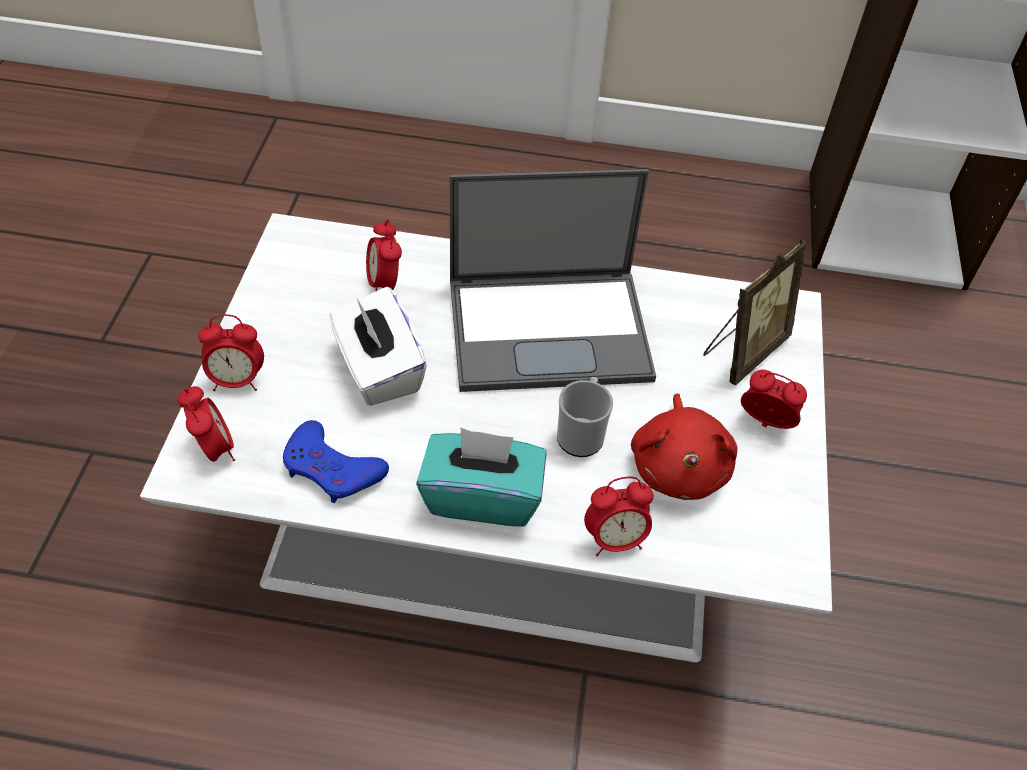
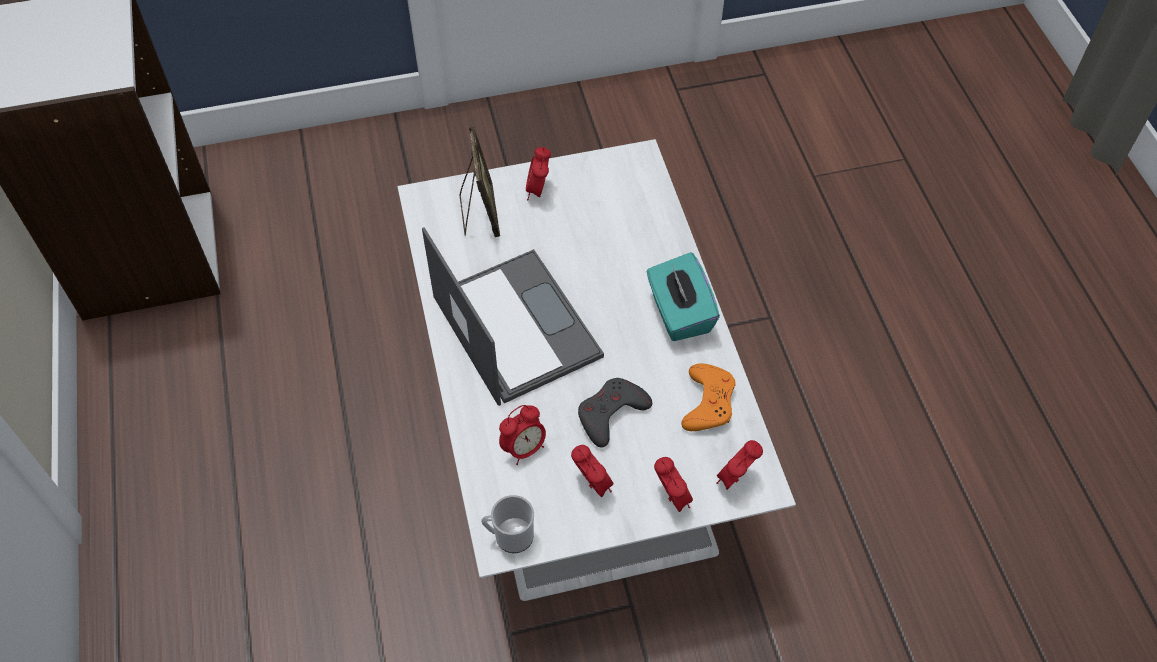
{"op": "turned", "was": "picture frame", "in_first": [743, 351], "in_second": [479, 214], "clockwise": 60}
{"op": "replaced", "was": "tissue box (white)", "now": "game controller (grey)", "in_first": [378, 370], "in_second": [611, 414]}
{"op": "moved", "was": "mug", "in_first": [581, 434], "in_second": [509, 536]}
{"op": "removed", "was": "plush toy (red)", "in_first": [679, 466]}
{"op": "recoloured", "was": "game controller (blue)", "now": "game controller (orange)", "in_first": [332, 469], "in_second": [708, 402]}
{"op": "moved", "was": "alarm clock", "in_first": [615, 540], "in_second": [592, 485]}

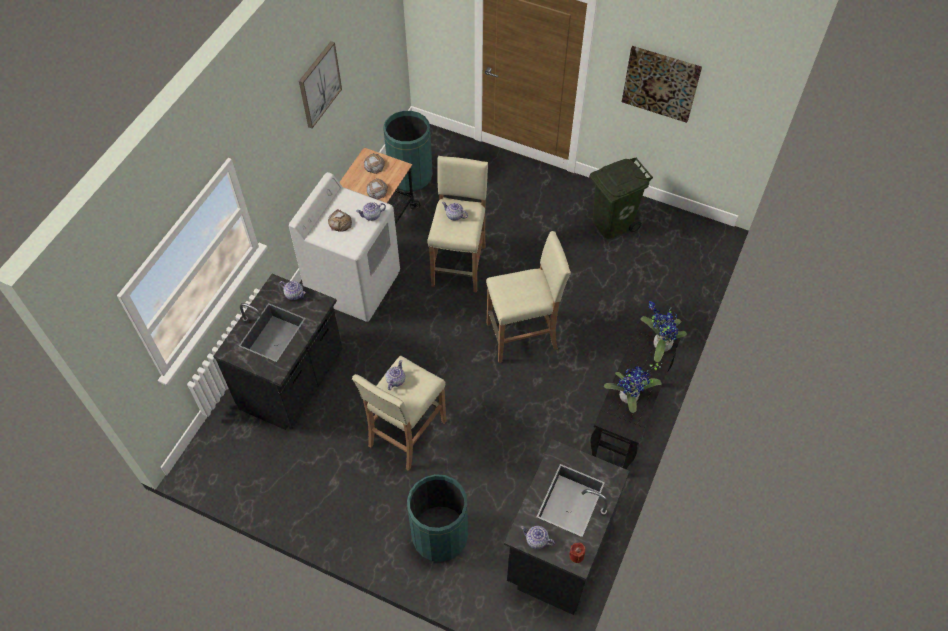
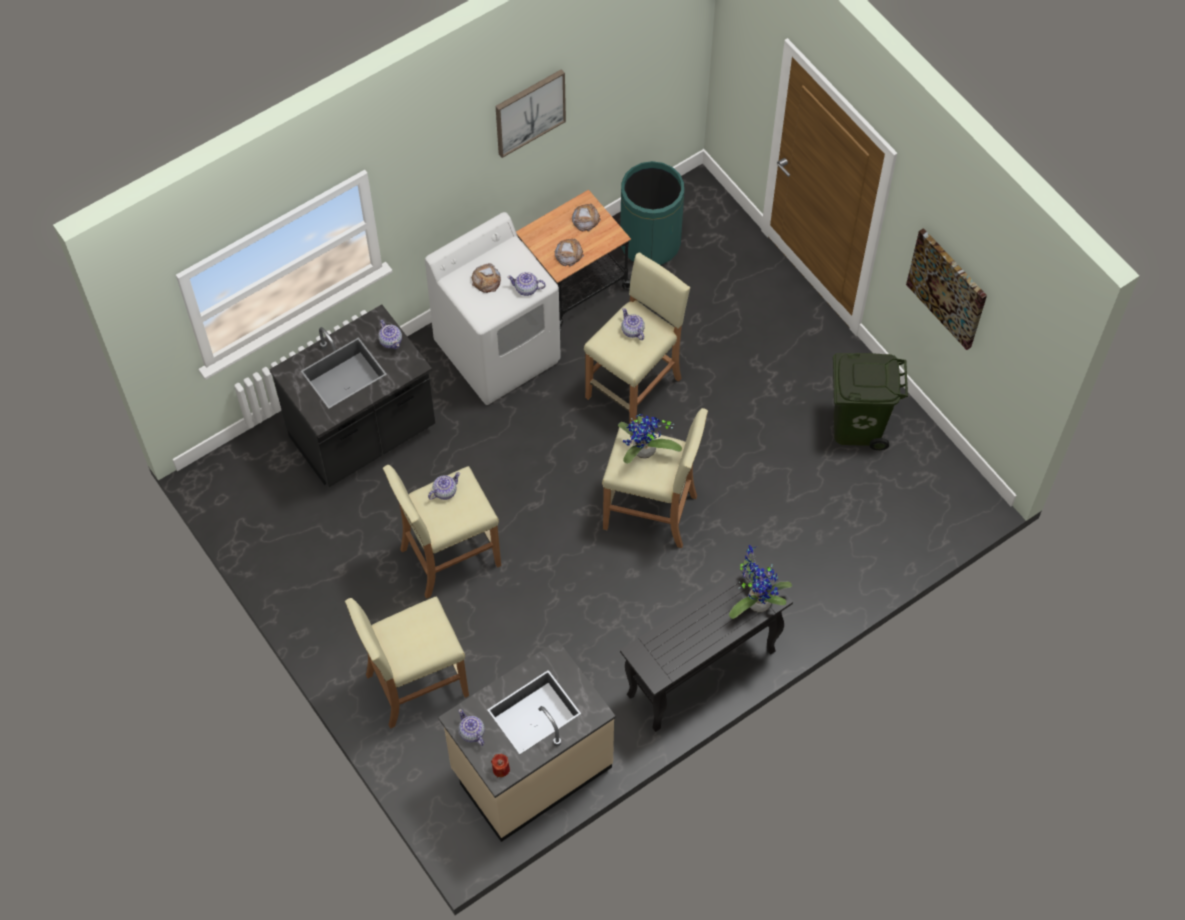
{"op": "moved", "was": "potted plant", "in_first": [629, 399], "in_second": [643, 452]}
{"op": "recoloured", "was": "counter (black)", "now": "counter (beige)", "in_first": [558, 549], "in_second": [530, 768]}
{"op": "replaced", "was": "trash can (green)", "now": "stool (beige)", "in_first": [439, 535], "in_second": [415, 685]}

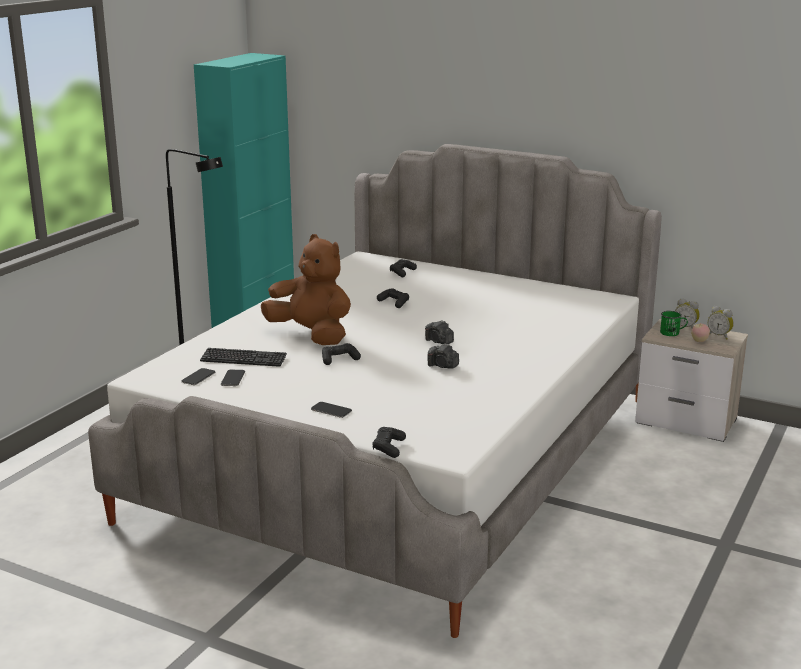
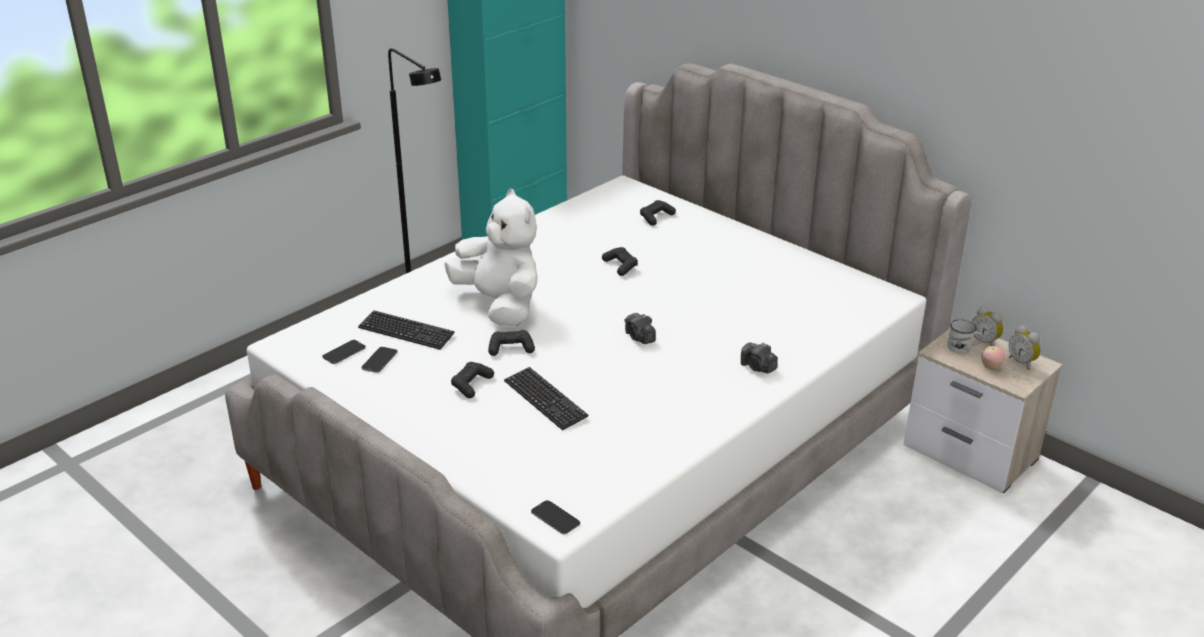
{"op": "recoloured", "was": "plush toy (brown)", "now": "plush toy (white)", "in_first": [311, 335], "in_second": [500, 305]}
{"op": "recoloured", "was": "mug (green)", "now": "mug (white)", "in_first": [672, 333], "in_second": [963, 348]}
{"op": "moved", "was": "photo camera", "in_first": [443, 366], "in_second": [758, 367]}
{"op": "moved", "was": "phone", "in_first": [331, 410], "in_second": [555, 518]}
{"op": "moved", "was": "game controller (black)", "in_first": [389, 448], "in_second": [471, 385]}
{"op": "added", "now": "keyboard", "in_second": [545, 400]}

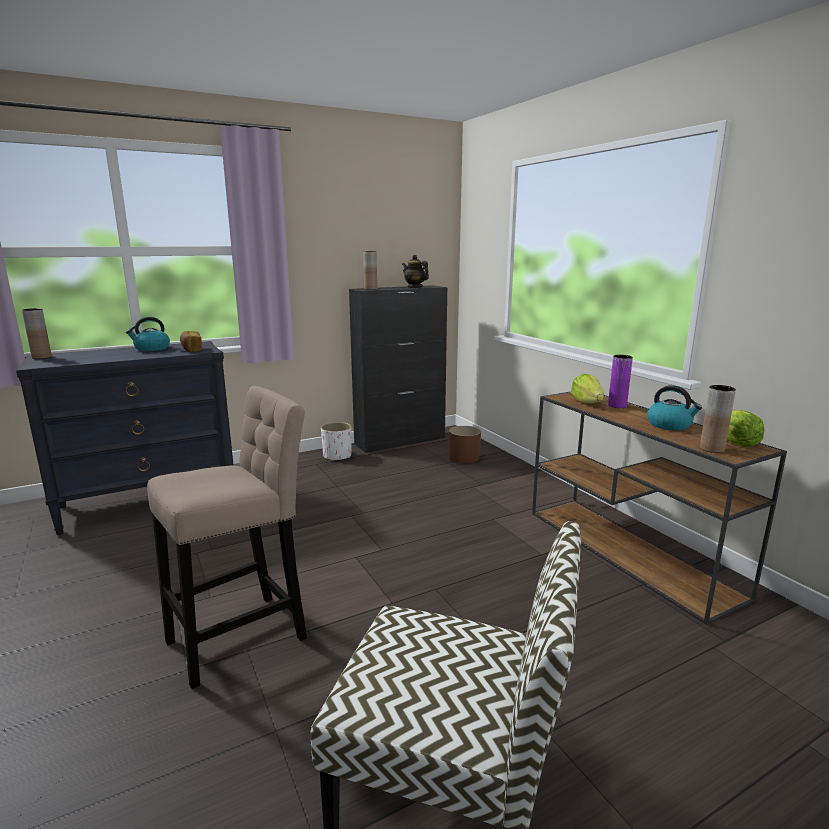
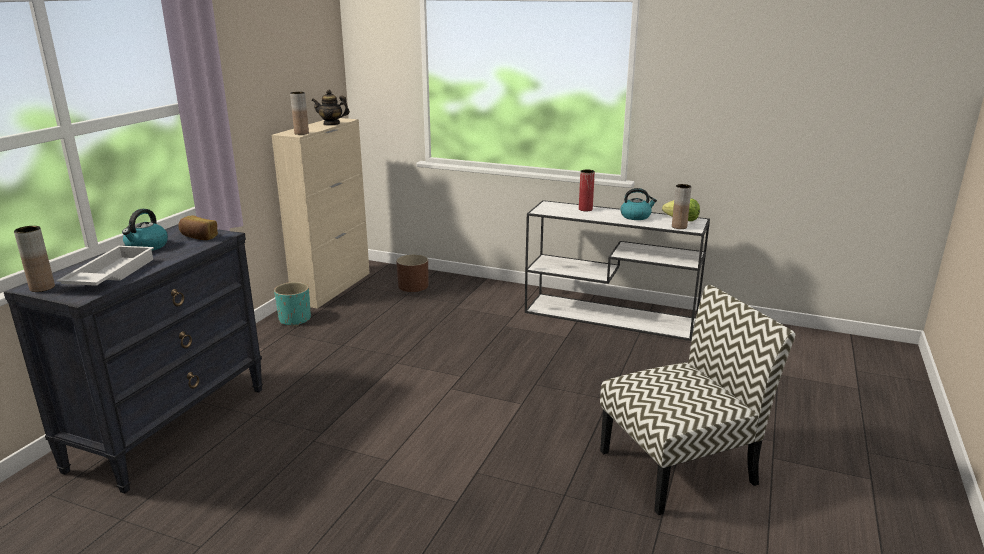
{"op": "recoloured", "was": "cabinet (black)", "now": "cabinet (beige)", "in_first": [400, 440], "in_second": [332, 287]}
{"op": "recoloured", "was": "vase (purple)", "now": "vase (red)", "in_first": [617, 406], "in_second": [585, 209]}
{"op": "removed", "was": "lettuce", "in_first": [587, 403]}
{"op": "removed", "was": "stool (beige)", "in_first": [244, 635]}
{"op": "recoloured", "was": "console table (brown)", "now": "console table (white)", "in_first": [630, 552], "in_second": [612, 316]}
{"op": "recoloured", "was": "planter (white)", "now": "planter (turquoise)", "in_first": [337, 456], "in_second": [295, 320]}
{"op": "added", "now": "tray (white)", "in_second": [110, 274]}

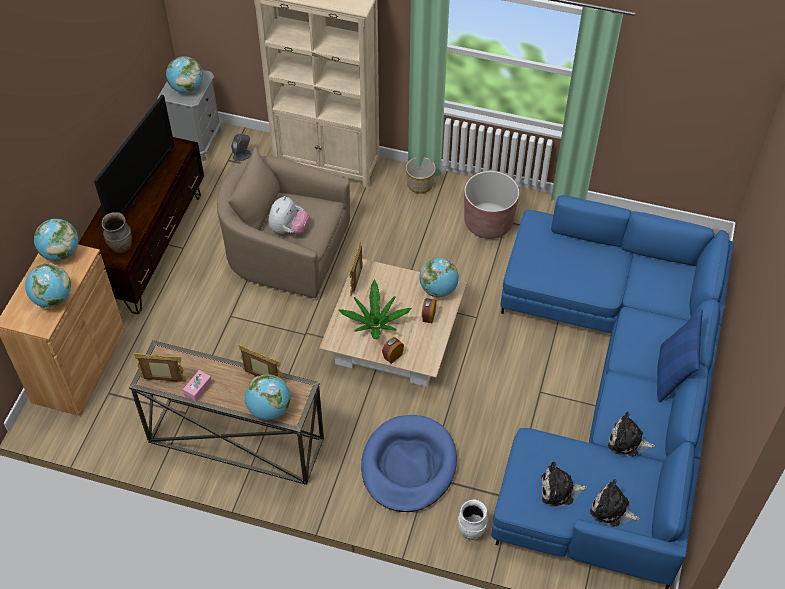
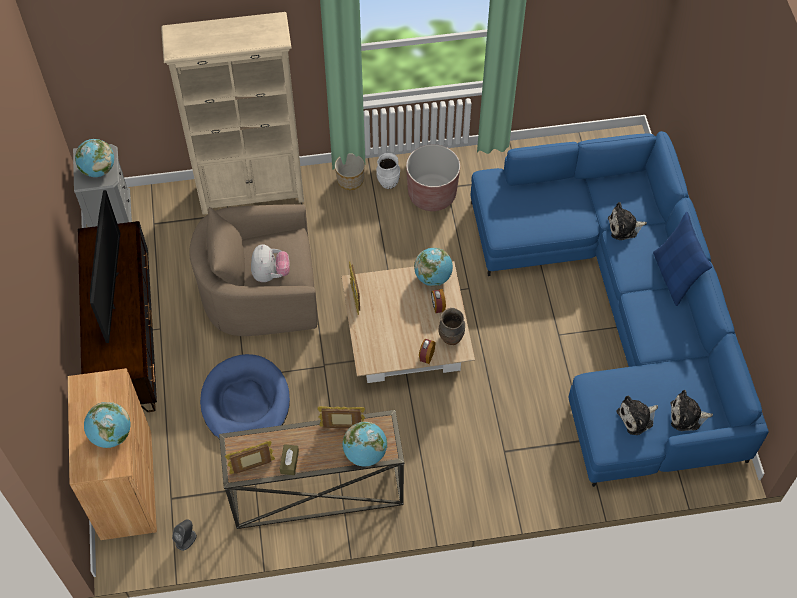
{"op": "moved", "was": "speaker (grey)", "in_first": [242, 155], "in_second": [186, 539]}
{"op": "moved", "was": "vase (brown)", "in_first": [121, 247], "in_second": [451, 338]}
{"op": "removed", "was": "globe", "in_first": [61, 253]}
{"op": "removed", "was": "potted plant", "in_first": [375, 323]}
{"op": "recoloured", "was": "tissue box (pink)", "now": "tissue box (brown)", "in_first": [198, 389], "in_second": [289, 462]}
{"op": "moved", "was": "plush toy", "in_first": [627, 441], "in_second": [624, 227]}
{"op": "moved", "was": "dog bed (blue)", "in_first": [408, 465], "in_second": [245, 403]}
{"op": "moved", "was": "vase (white)", "in_first": [471, 531], "in_second": [388, 183]}

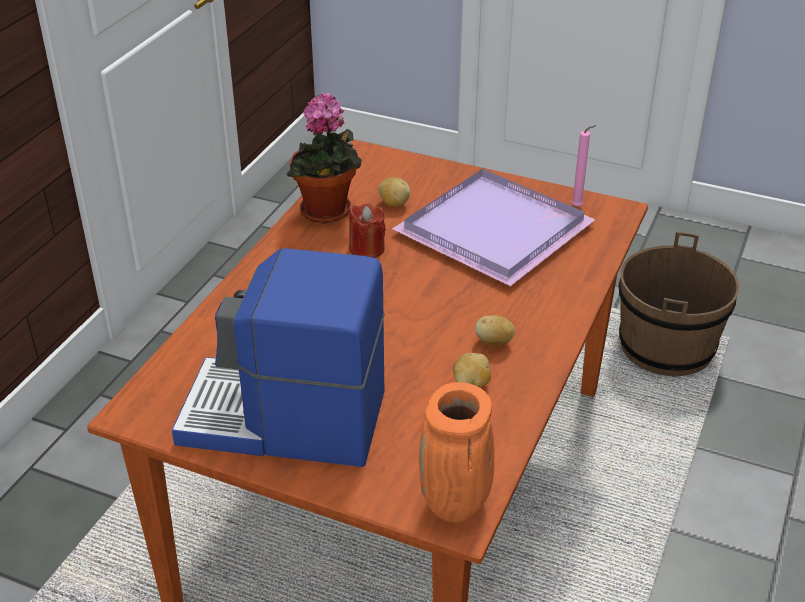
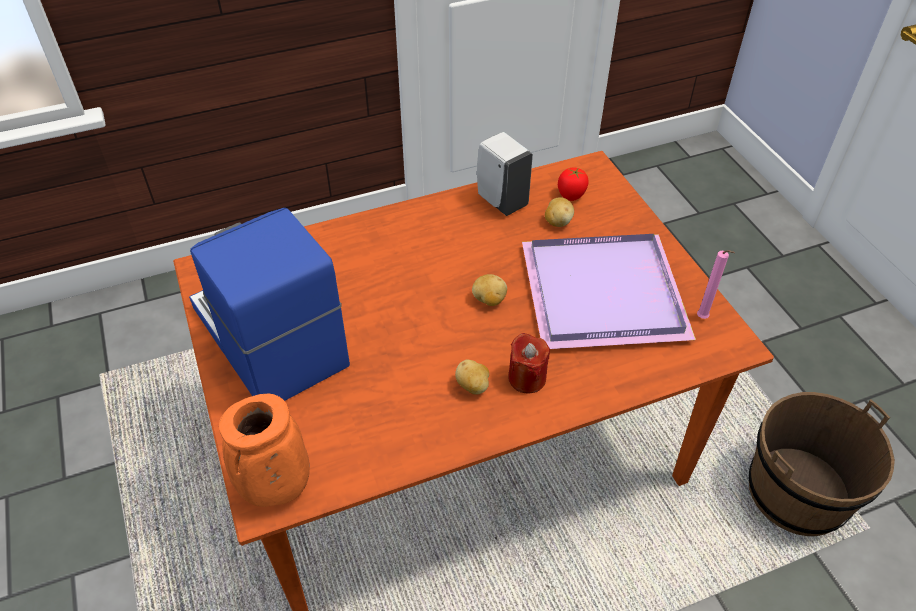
{"op": "replaced", "was": "potted plant", "now": "soap dispenser (white)", "in_first": [327, 213], "in_second": [501, 200]}
{"op": "moved", "was": "candle (red)", "in_first": [367, 249], "in_second": [527, 378]}
{"op": "moved", "was": "potato", "in_first": [471, 384], "in_second": [489, 300]}
{"op": "added", "now": "tomato", "in_second": [571, 195]}

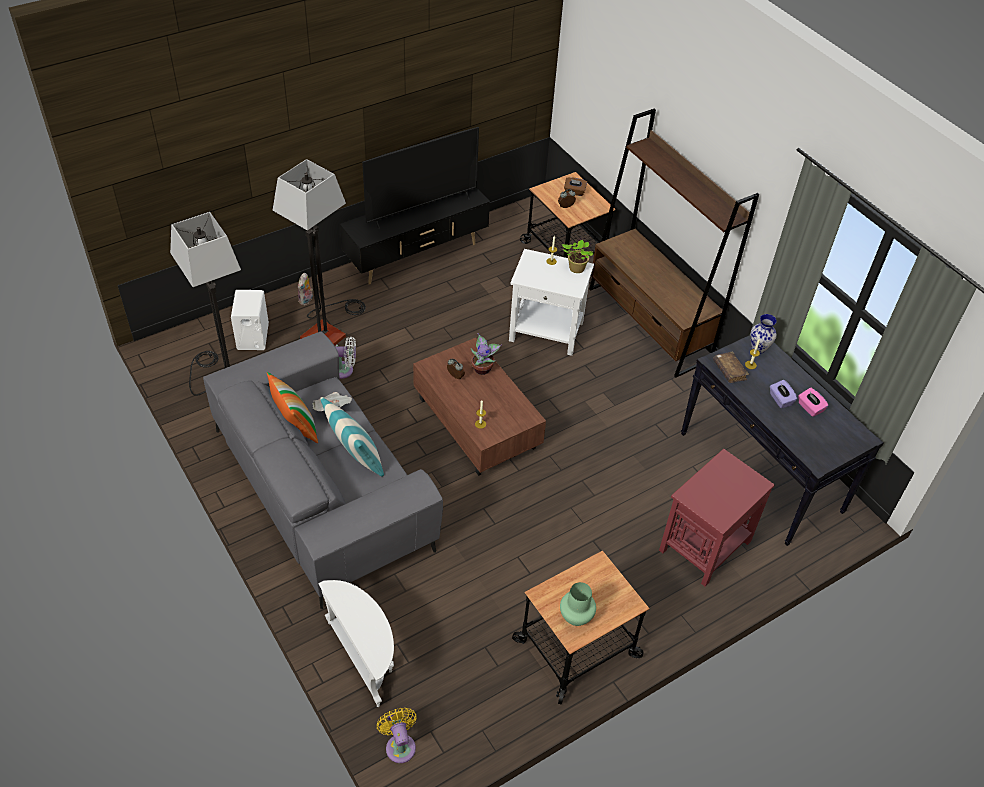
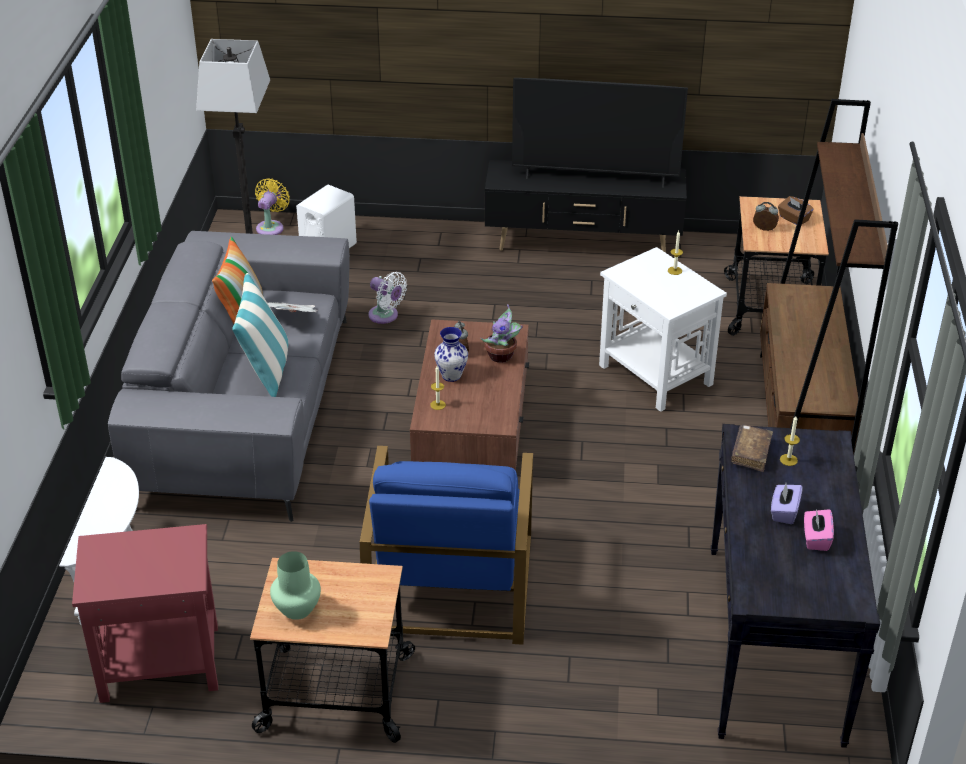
{"op": "removed", "was": "floor lamp", "in_first": [328, 329]}
{"op": "removed", "was": "potted plant", "in_first": [575, 269]}
{"op": "removed", "was": "plush toy", "in_first": [306, 300]}
{"op": "moved", "was": "vase", "in_first": [759, 348], "in_second": [451, 376]}
{"op": "moved", "was": "side table (red)", "in_first": [704, 545], "in_second": [160, 662]}
{"op": "moved", "was": "fan (yellow)", "in_first": [400, 745], "in_second": [271, 227]}
{"op": "added", "now": "armchair (blue)", "in_second": [448, 582]}

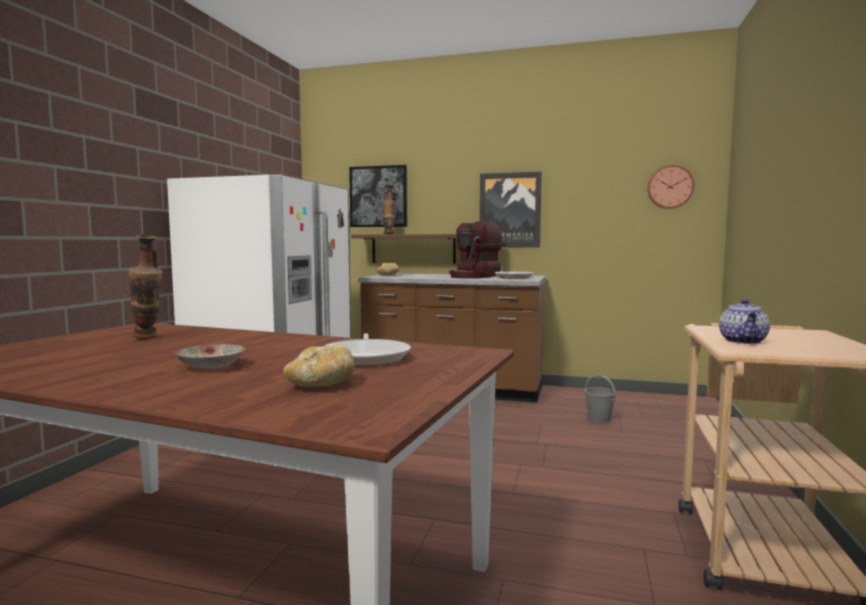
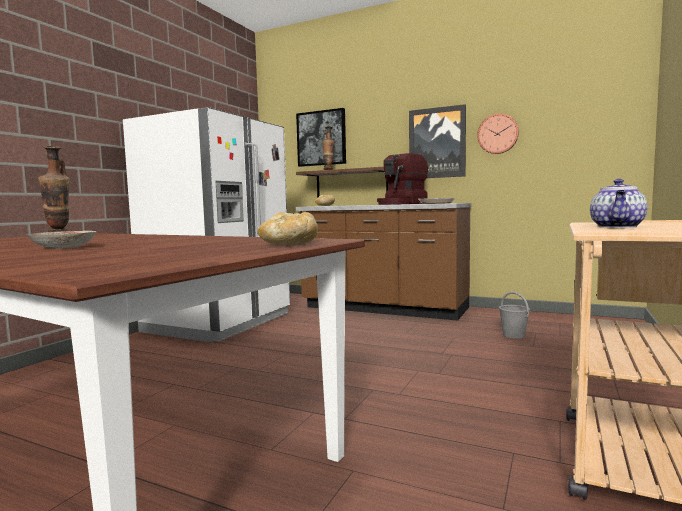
{"op": "moved", "was": "wall clock", "in_first": [670, 187], "in_second": [498, 134]}
{"op": "removed", "was": "frying pan", "in_first": [367, 357]}
{"op": "moved", "was": "bread", "in_first": [321, 385], "in_second": [290, 244]}

